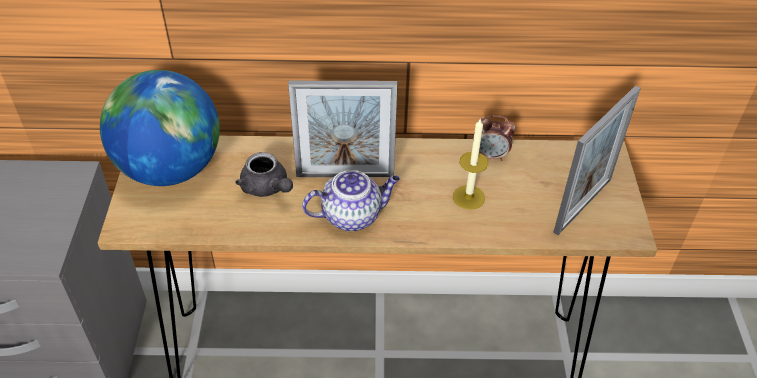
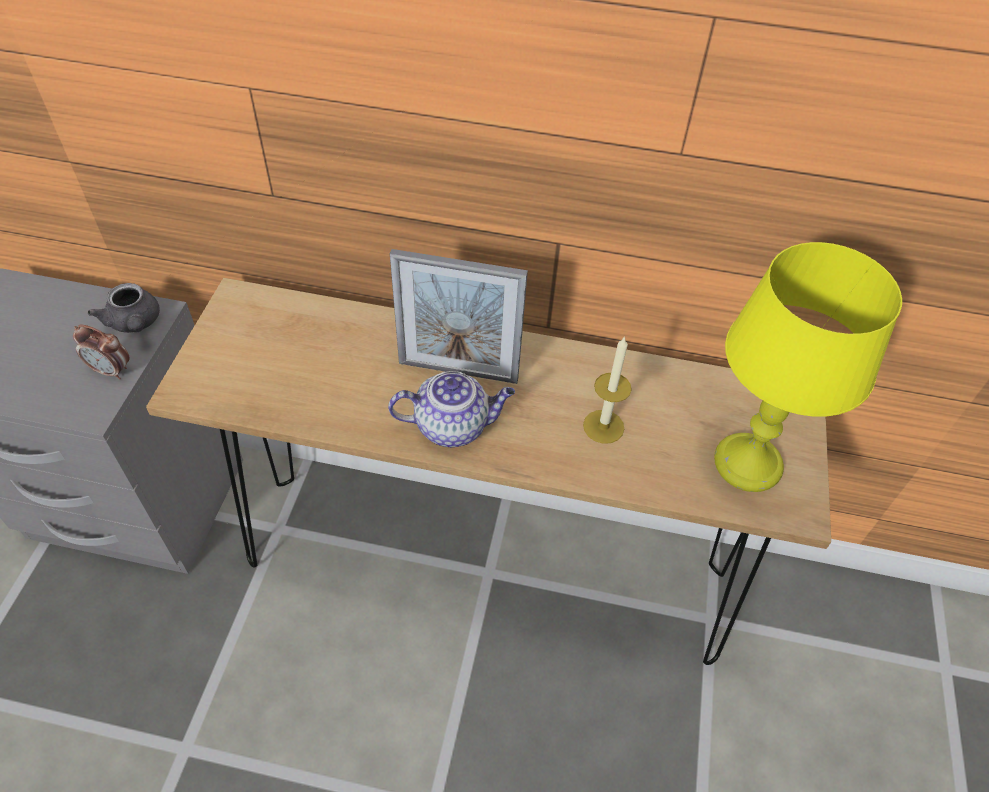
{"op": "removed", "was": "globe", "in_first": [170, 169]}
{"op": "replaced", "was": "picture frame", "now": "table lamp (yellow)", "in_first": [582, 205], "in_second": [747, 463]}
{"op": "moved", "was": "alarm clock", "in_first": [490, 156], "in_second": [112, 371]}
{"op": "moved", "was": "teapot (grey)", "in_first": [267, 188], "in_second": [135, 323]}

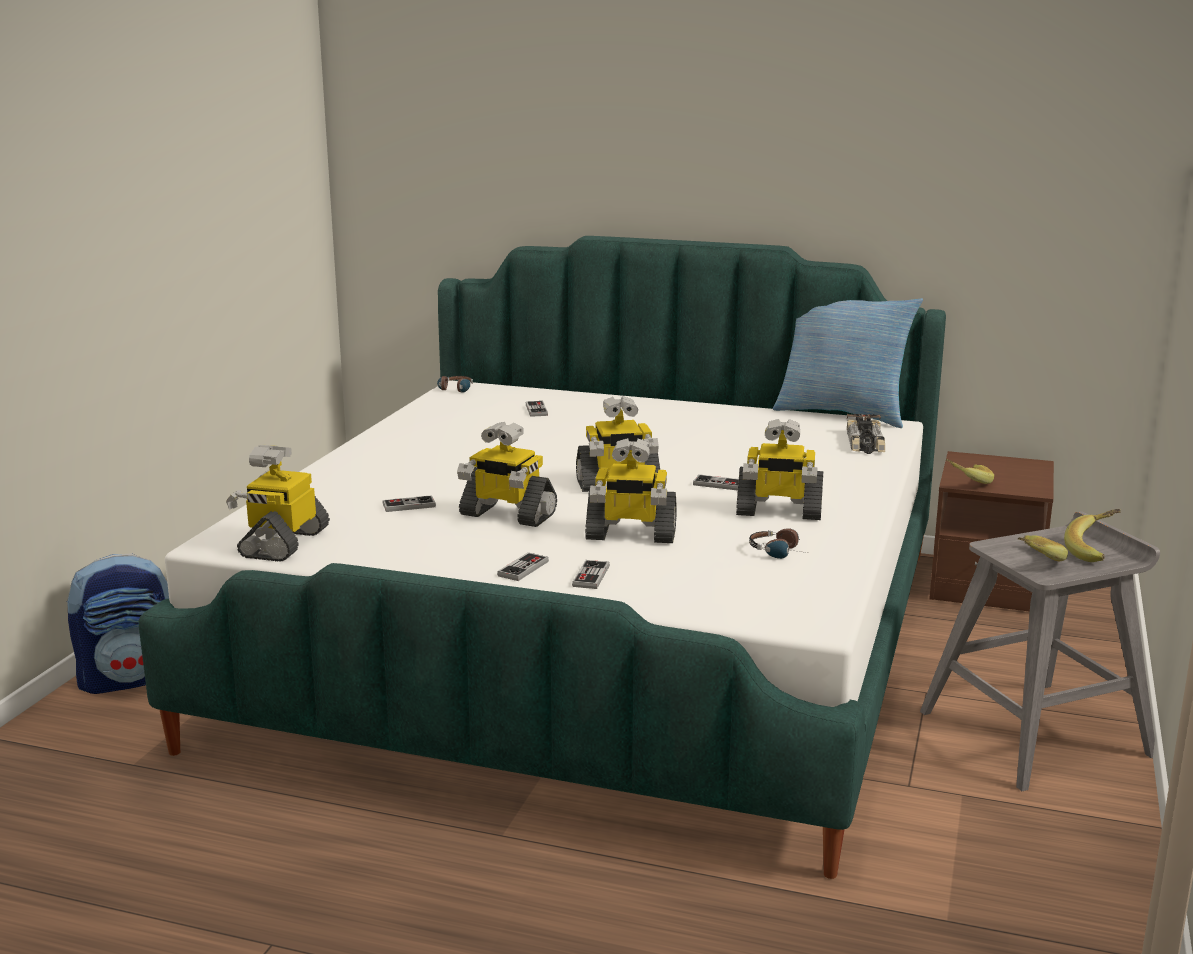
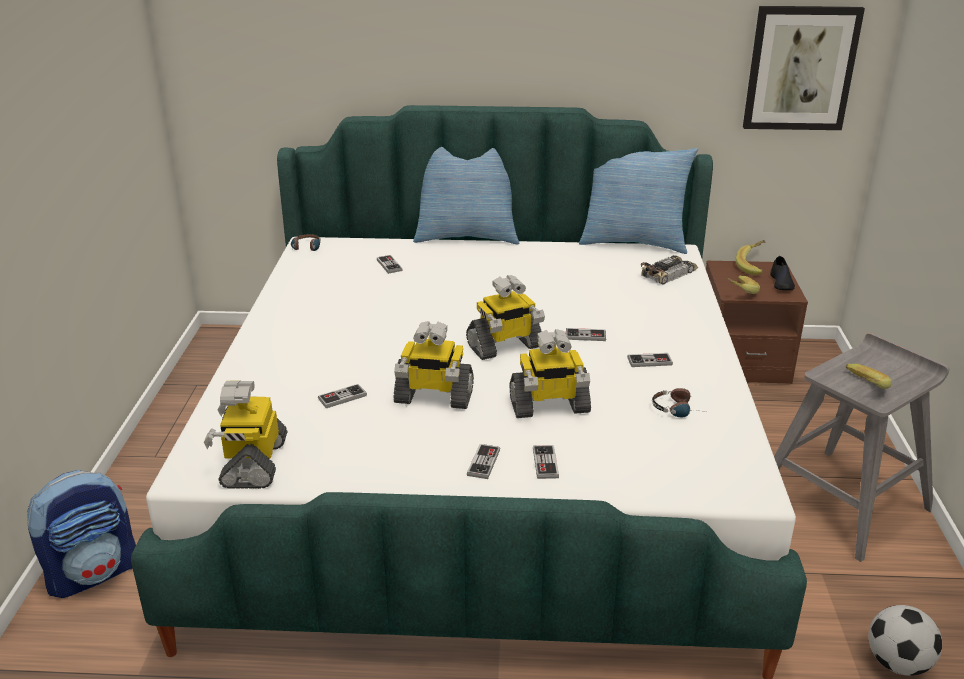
{"op": "turned", "was": "toy car", "in_first": [865, 443], "in_second": [669, 273], "clockwise": -120}
{"op": "replaced", "was": "toy robot", "now": "game controller", "in_first": [778, 511], "in_second": [649, 361]}
{"op": "moved", "was": "banana", "in_first": [1096, 551], "in_second": [754, 267]}
{"op": "added", "now": "picture", "in_second": [800, 68]}
{"op": "added", "now": "pillow", "in_second": [467, 236]}
{"op": "added", "now": "shoe (black)", "in_second": [781, 283]}
{"op": "added", "now": "football", "in_second": [897, 663]}

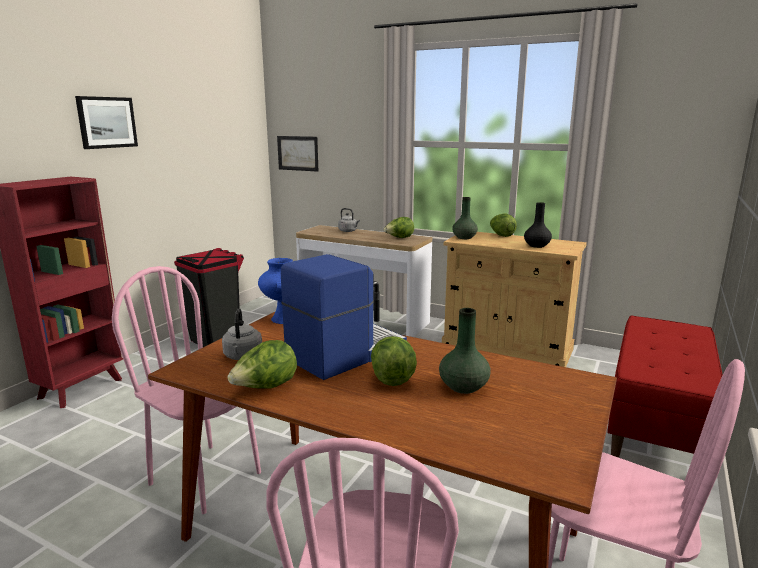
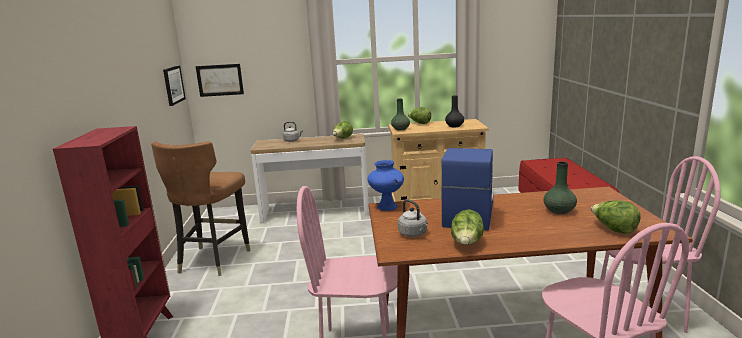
{"op": "moved", "was": "picture", "in_first": [107, 122], "in_second": [173, 85]}
{"op": "replaced", "was": "trash can (black)", "now": "chair (brown)", "in_first": [216, 340], "in_second": [213, 260]}
{"op": "moved", "was": "lettuce", "in_first": [392, 378], "in_second": [613, 229]}

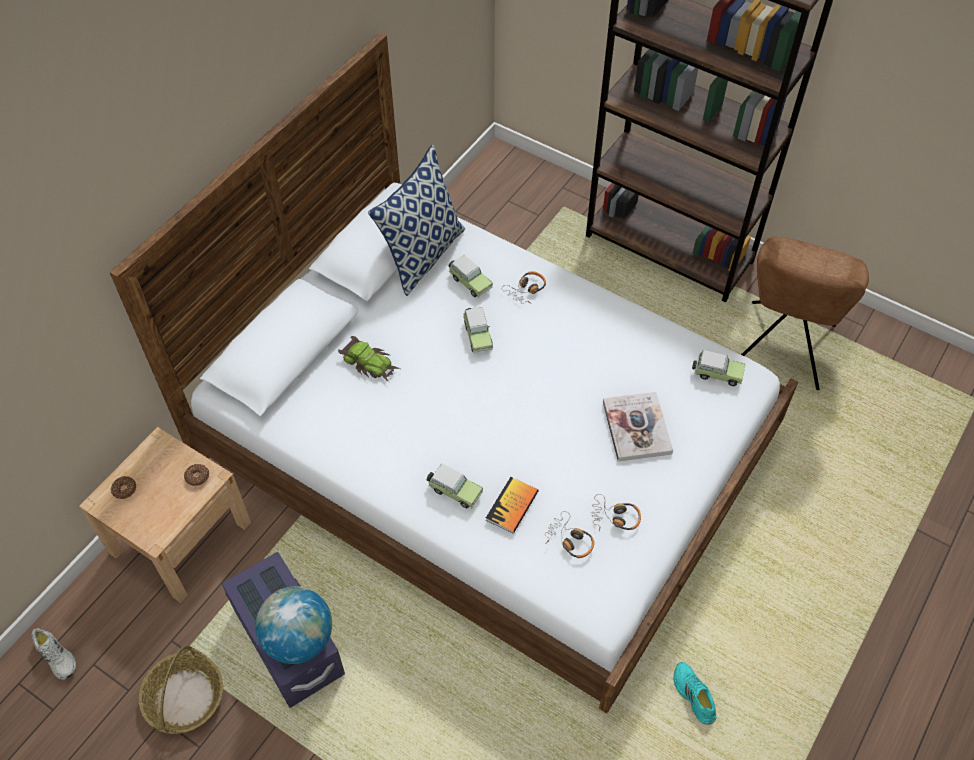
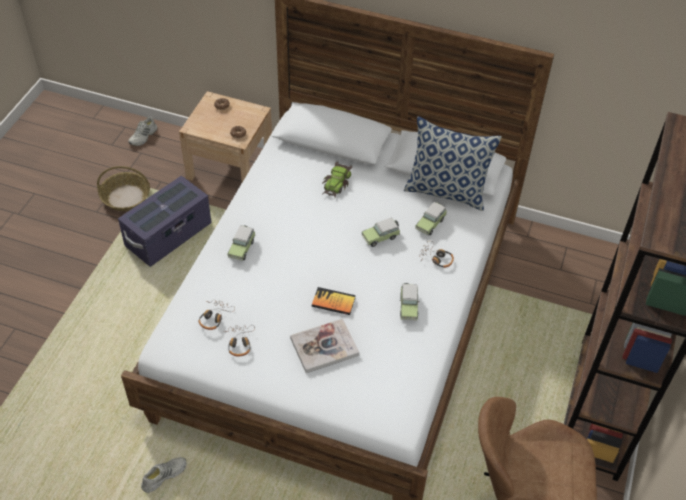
{"op": "moved", "was": "toy car", "in_first": [716, 374], "in_second": [408, 306]}
{"op": "moved", "was": "book", "in_first": [512, 506], "in_second": [333, 302]}
{"op": "removed", "was": "globe", "in_first": [299, 639]}
{"op": "recoloured", "was": "shoe (turquoise)", "now": "shoe (white)", "in_first": [693, 695], "in_second": [164, 475]}

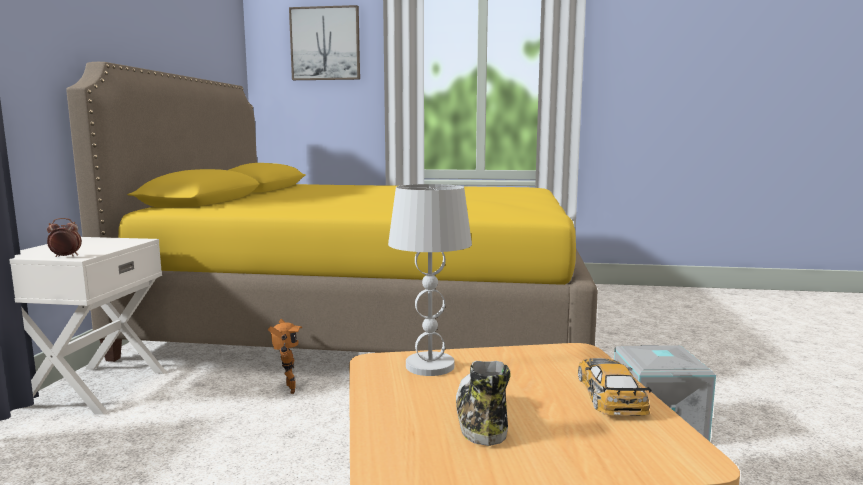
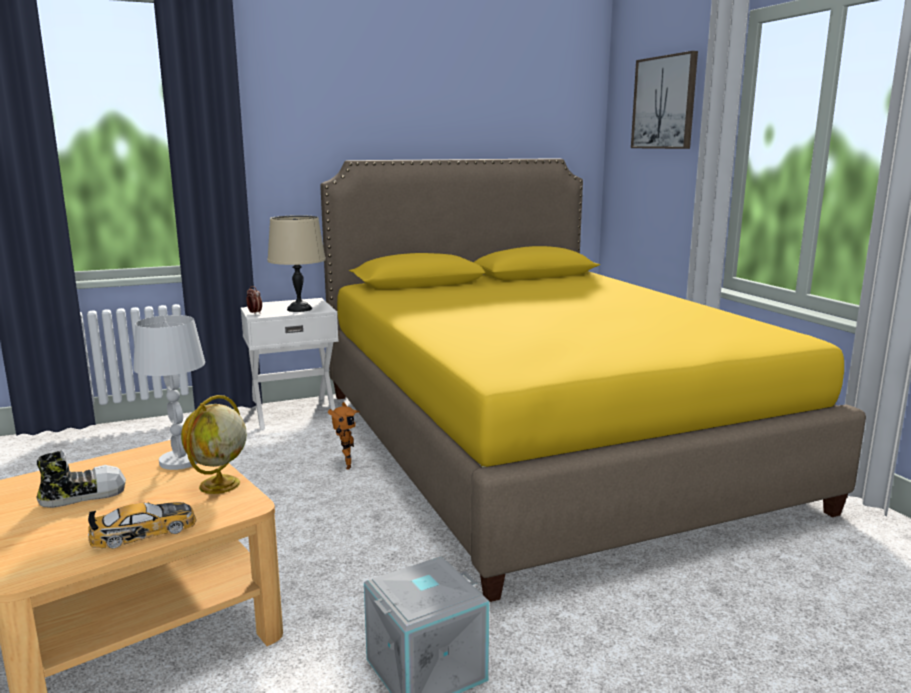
{"op": "turned", "was": "toy robot", "in_first": [287, 390], "in_second": [345, 465], "clockwise": -45}
{"op": "added", "now": "table lamp (beige)", "in_second": [299, 309]}
{"op": "added", "now": "globe", "in_second": [219, 485]}

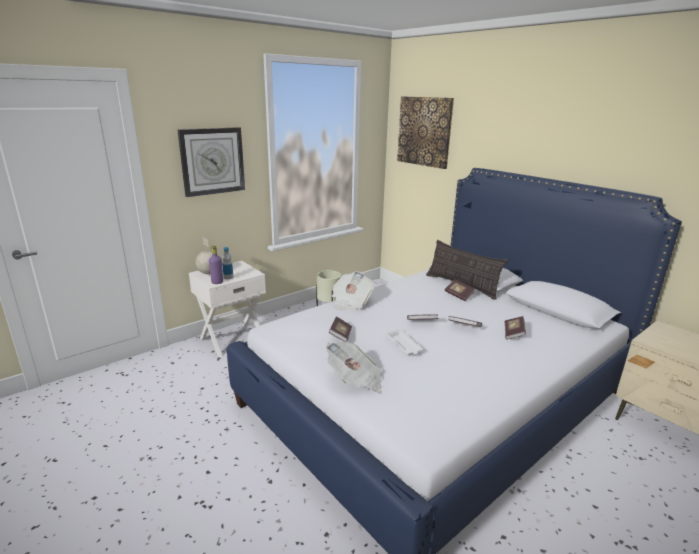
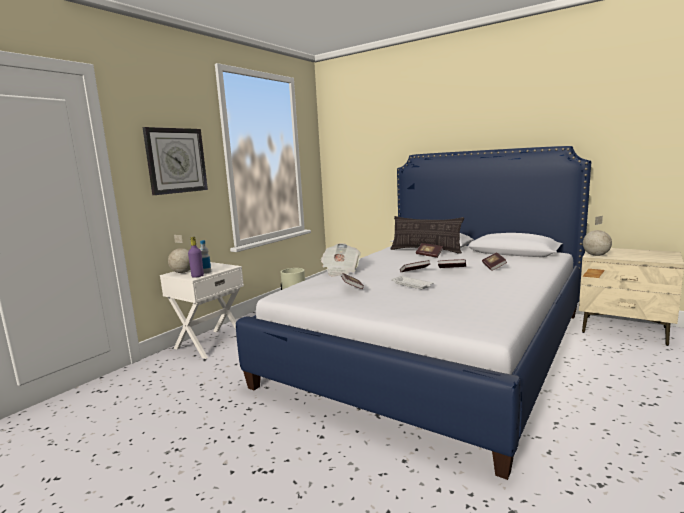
{"op": "removed", "was": "picture", "in_first": [424, 131]}
{"op": "removed", "was": "newspaper", "in_first": [355, 380]}
{"op": "added", "now": "globe", "in_second": [595, 255]}

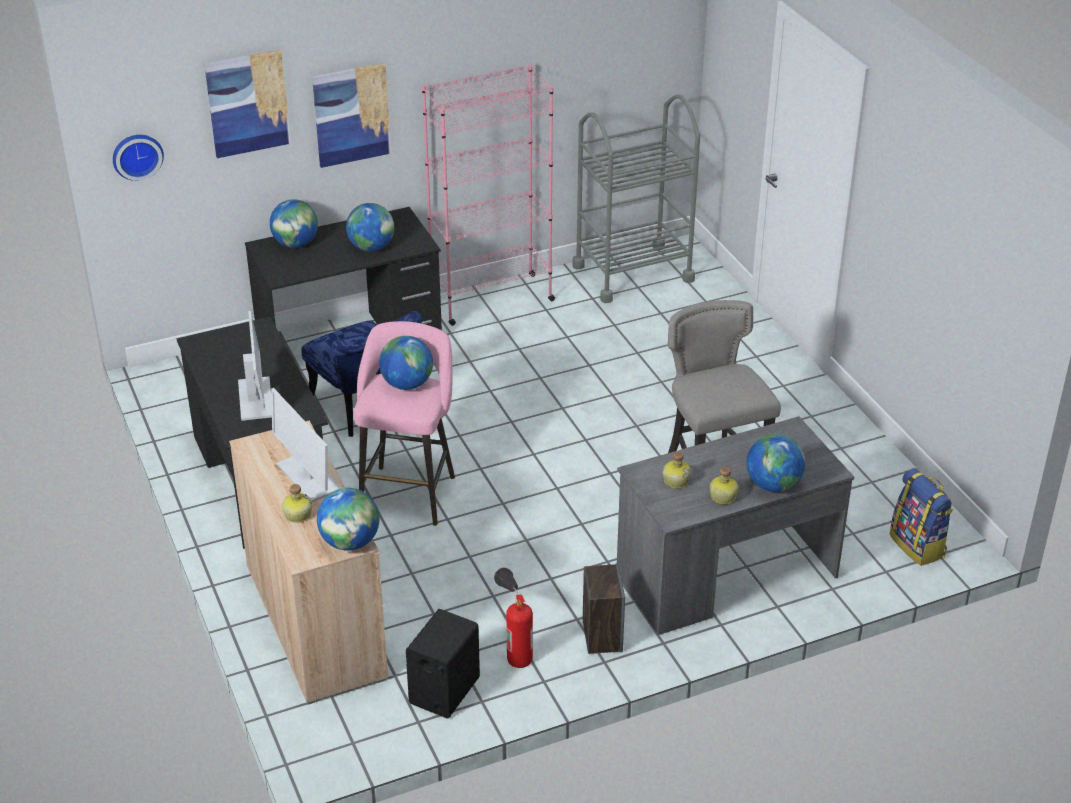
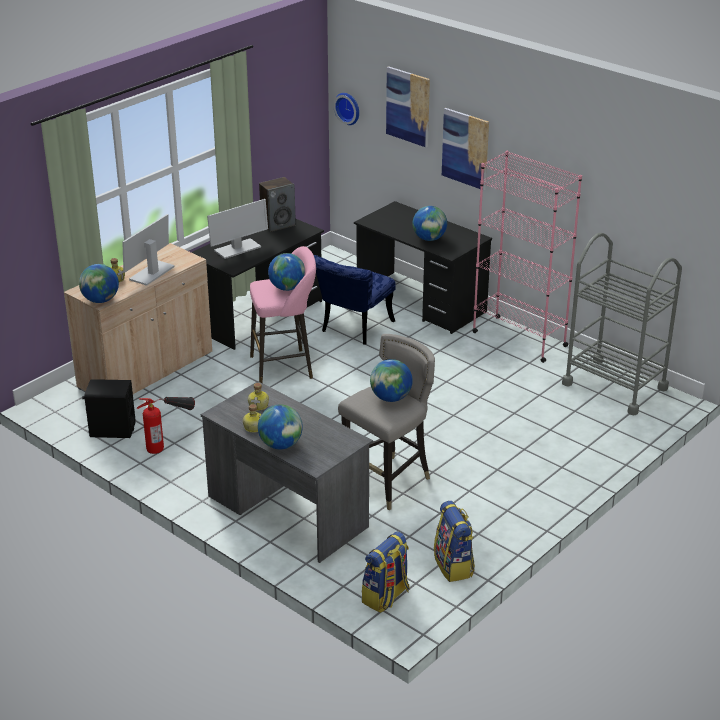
{"op": "moved", "was": "globe", "in_first": [296, 244], "in_second": [391, 398]}
{"op": "moved", "was": "speaker", "in_first": [601, 636], "in_second": [278, 224]}
{"op": "added", "now": "backpack", "in_second": [454, 566]}

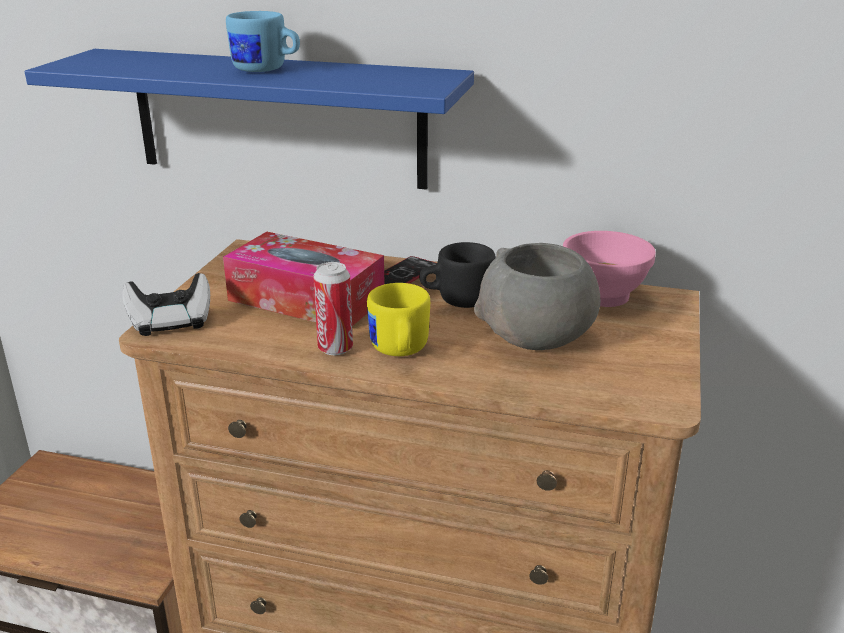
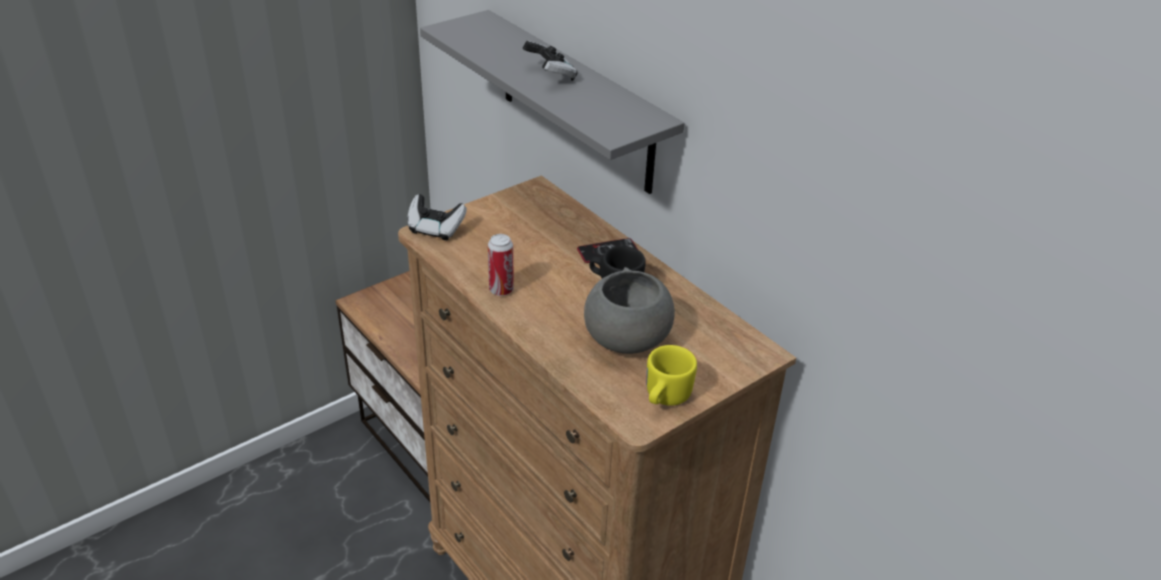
{"op": "replaced", "was": "mug (blue)", "now": "game controller", "in_first": [266, 70], "in_second": [551, 75]}
{"op": "recoloured", "was": "shelf (blue)", "now": "shelf (grey)", "in_first": [278, 118], "in_second": [576, 102]}
{"op": "removed", "was": "bowl (pink)", "in_first": [602, 295]}
{"op": "removed", "was": "tissue box", "in_first": [306, 299]}
{"op": "moved", "was": "mug (yellow)", "in_first": [398, 352], "in_second": [664, 398]}

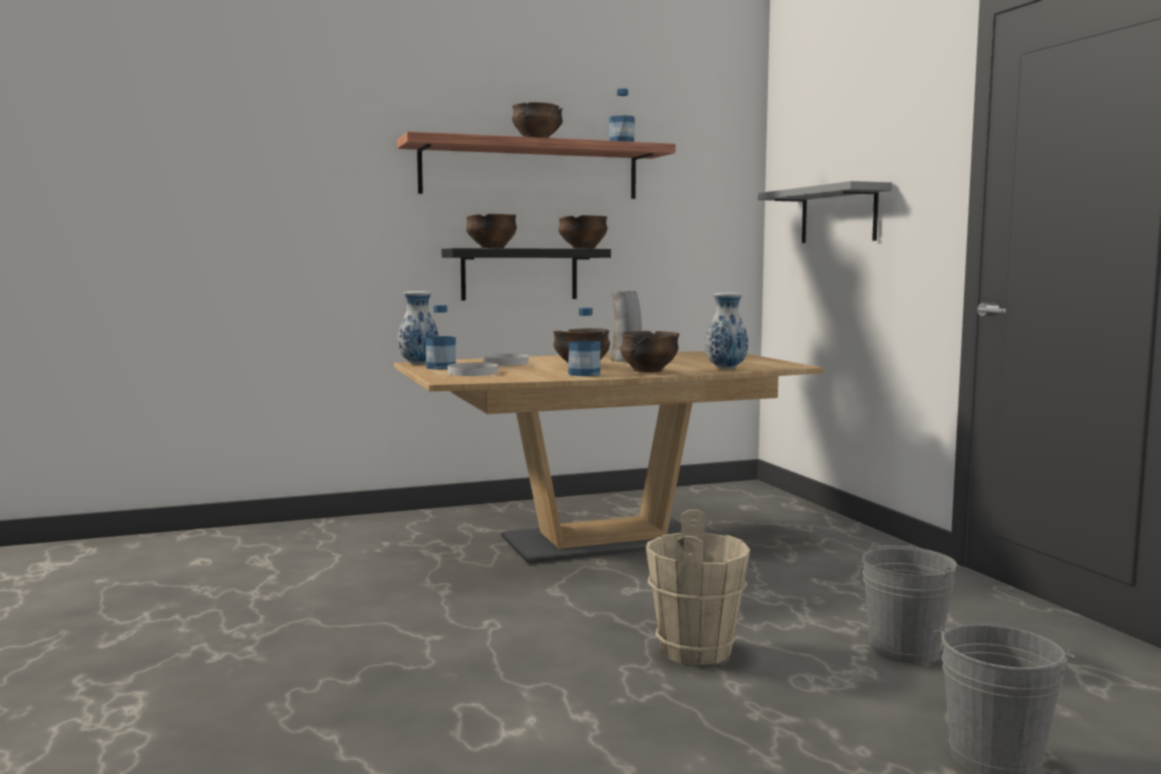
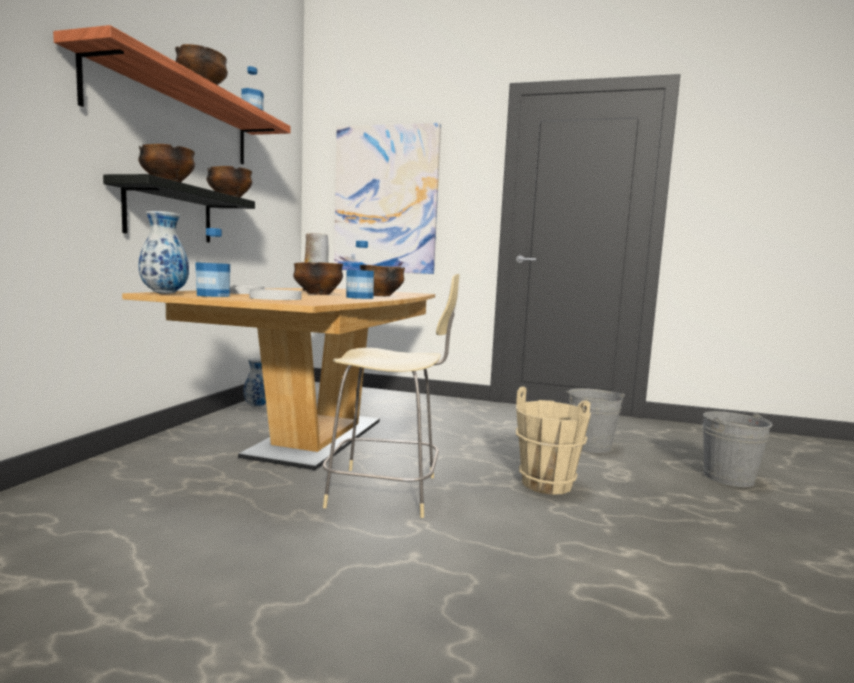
{"op": "replaced", "was": "shelf (grey)", "now": "picture", "in_first": [838, 215], "in_second": [386, 200]}
{"op": "moved", "was": "vase", "in_first": [726, 368], "in_second": [257, 406]}
{"op": "added", "now": "chair (beige)", "in_second": [387, 492]}

